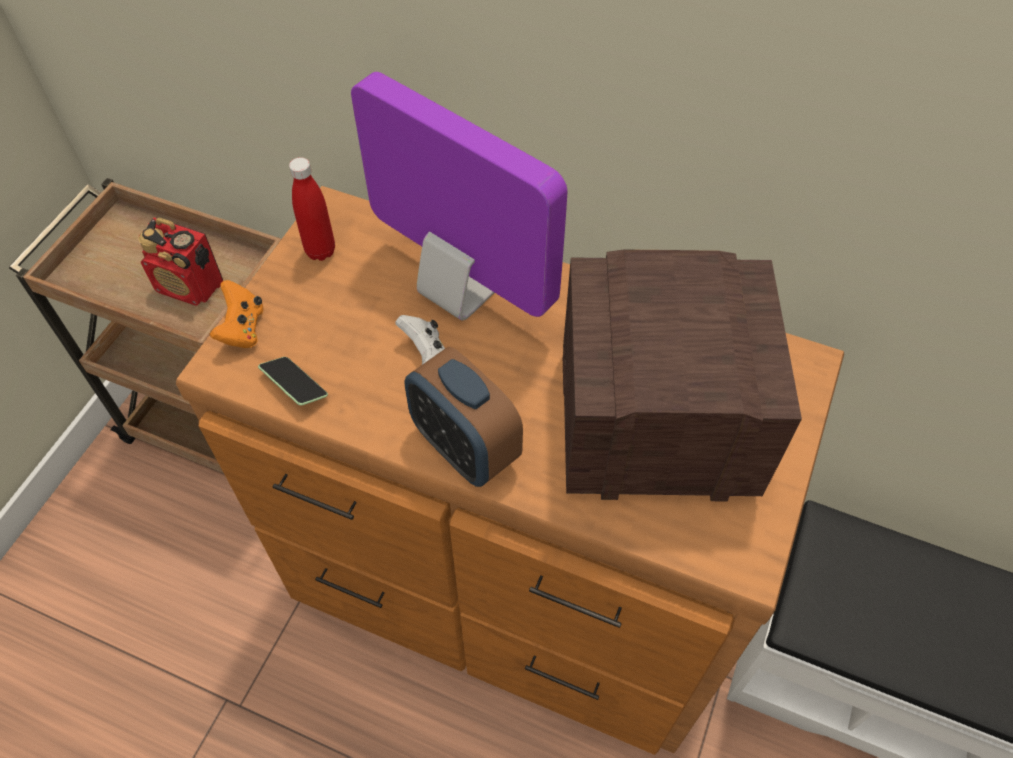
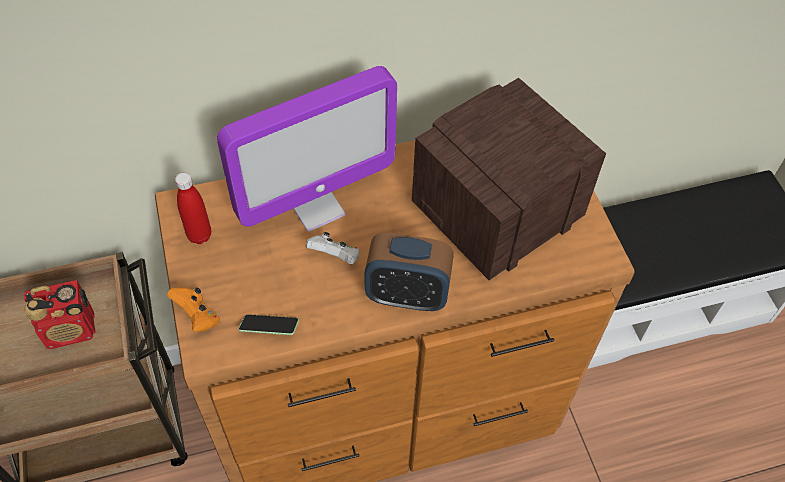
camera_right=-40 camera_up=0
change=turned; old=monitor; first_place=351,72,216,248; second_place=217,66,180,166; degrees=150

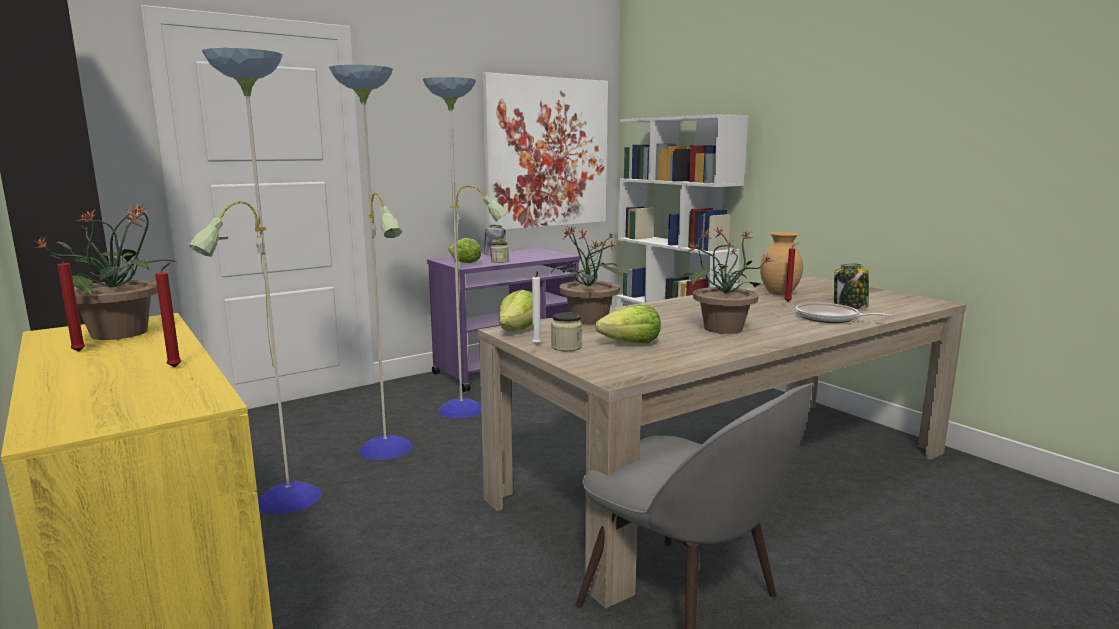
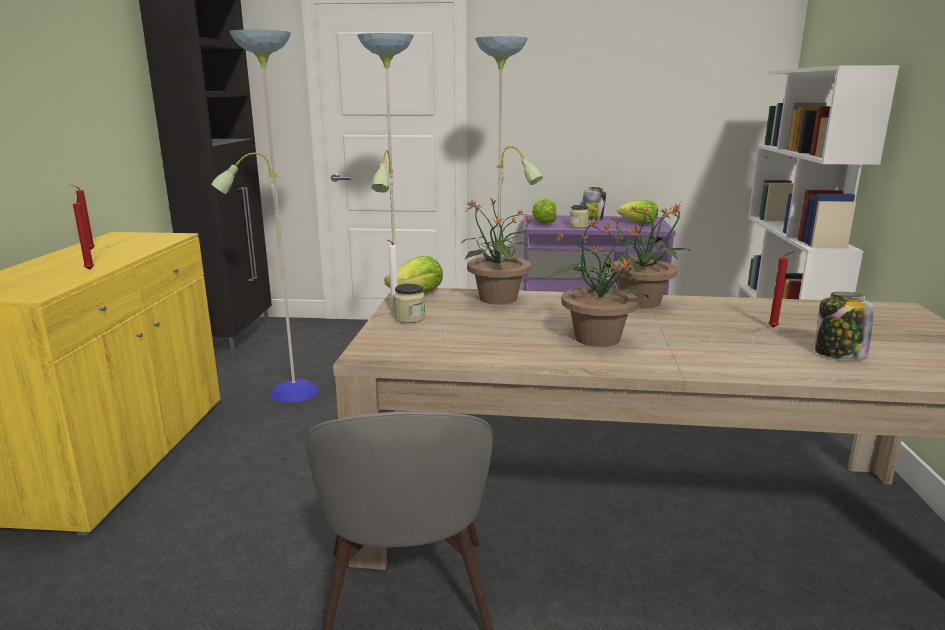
camera_right=40 camera_up=5
change=moved; old=plant in a pot; first_place=32,205,143,135; second_place=602,203,89,105
change=removed; old=wall picture; first_place=482,72,126,158
change=moved; old=head of lettuce; first_place=596,305,65,38; second_place=618,200,40,24
change=removed; old=brownish flower vase; first_place=760,232,43,63
change=removed; old=skillet; first_place=796,303,96,20

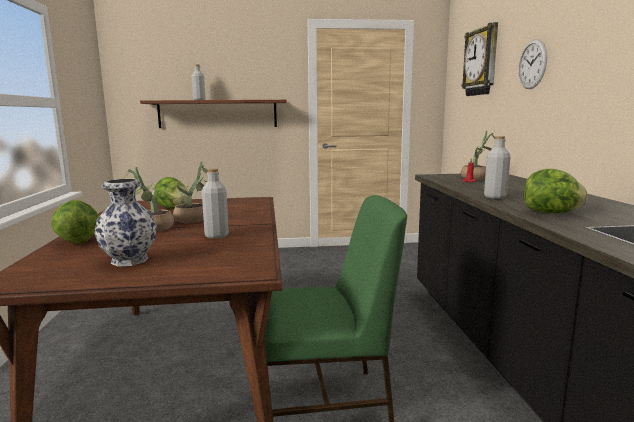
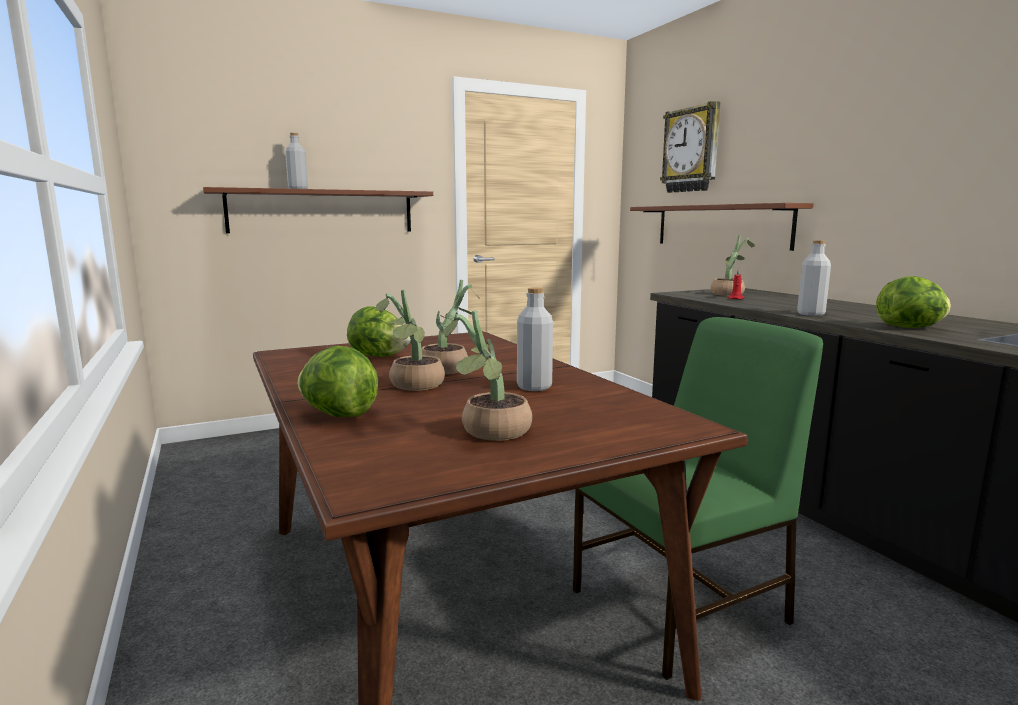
camera_right=-20 camera_up=0
change=replaced; old=flower vase; new=plant in a pot; first_place=94,179,63,88; second_place=443,310,89,131
change=removed; old=wall clock; first_place=518,39,29,50
change=added; new=brownish shelf; second_place=630,203,183,48

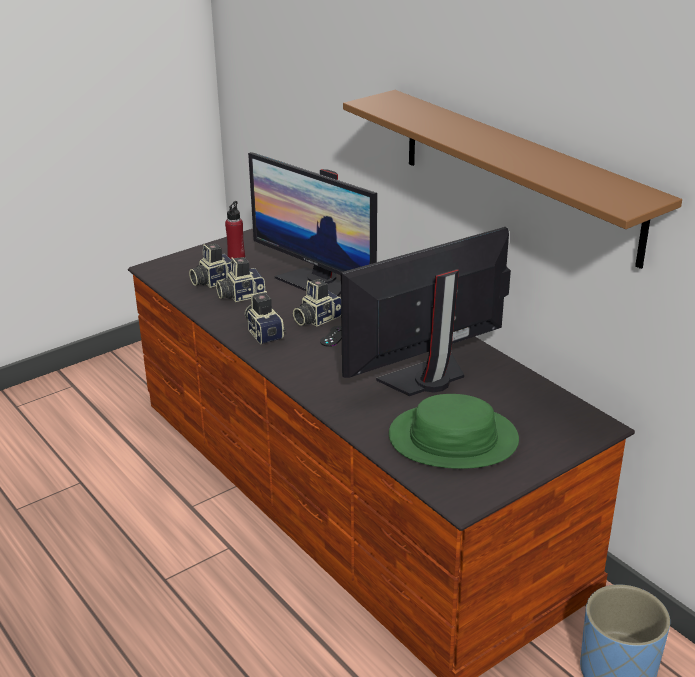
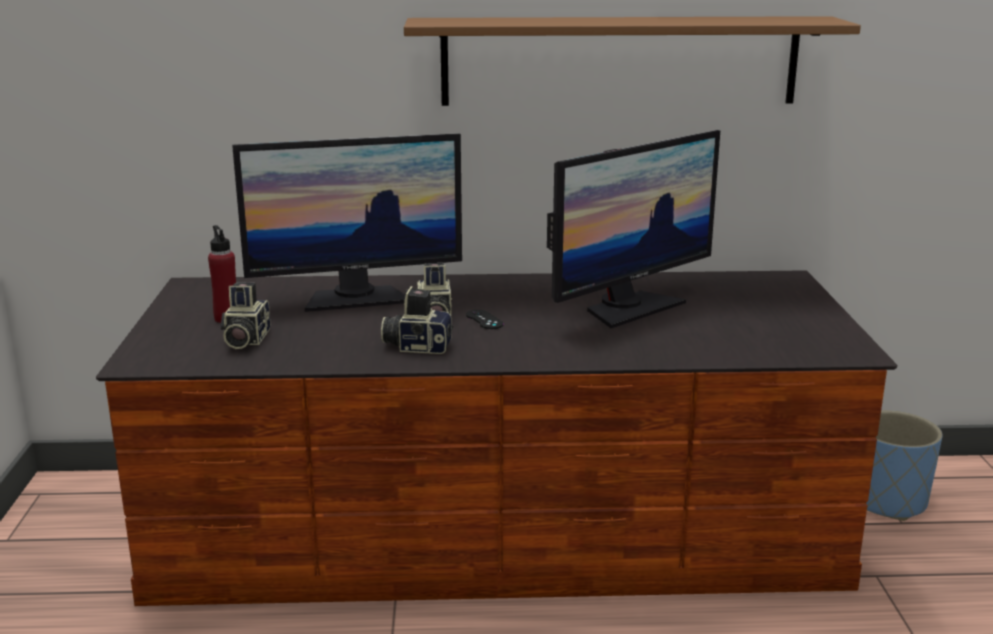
camera_right=-55 camera_up=-10
change=removed; old=still camera; first_place=216,257,49,45
change=turned; old=monitor; first_place=341,227,170,169; second_place=547,130,173,198; degrees=-135
change=removed; old=green clothing hat; first_place=389,394,130,75

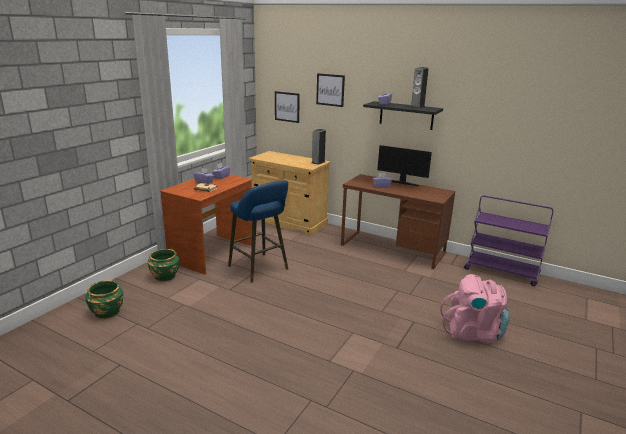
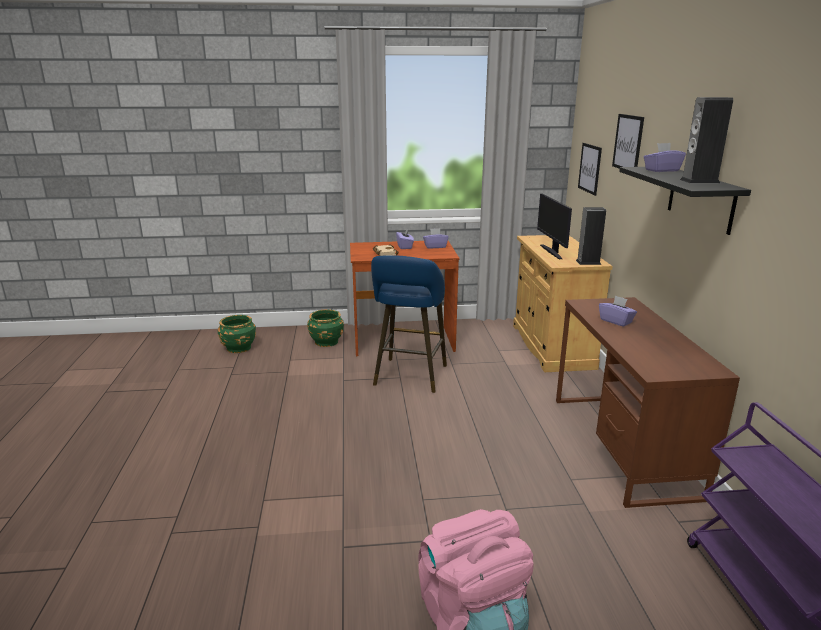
camera_right=55 camera_up=0
change=moved; old=monitor; first_place=377,145,55,41; second_place=537,193,35,66

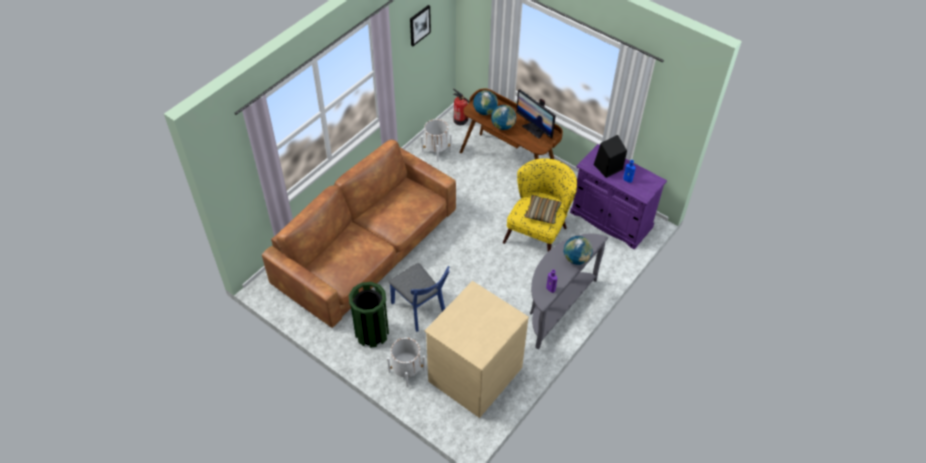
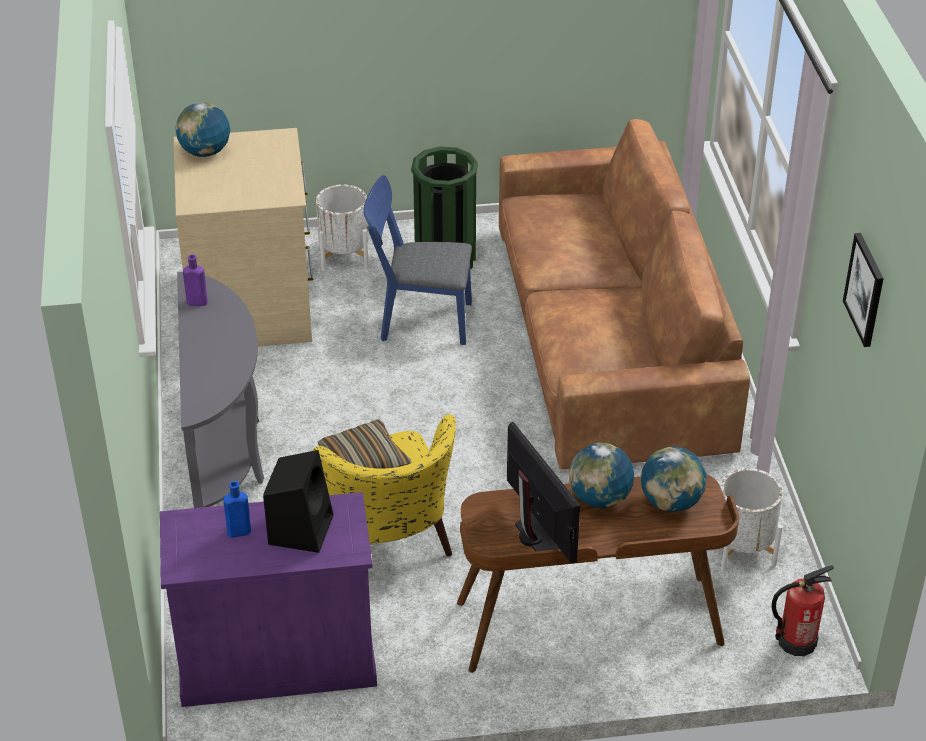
camera_right=135 camera_up=-10
change=turned; old=monitor; first_place=516,89,40,50; second_place=507,422,73,141; degrees=60
change=moved; old=desk globe; first_place=564,236,29,29; second_place=175,103,55,54

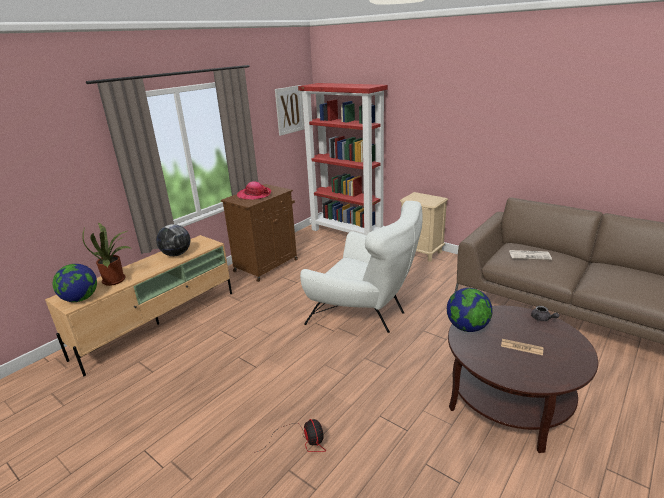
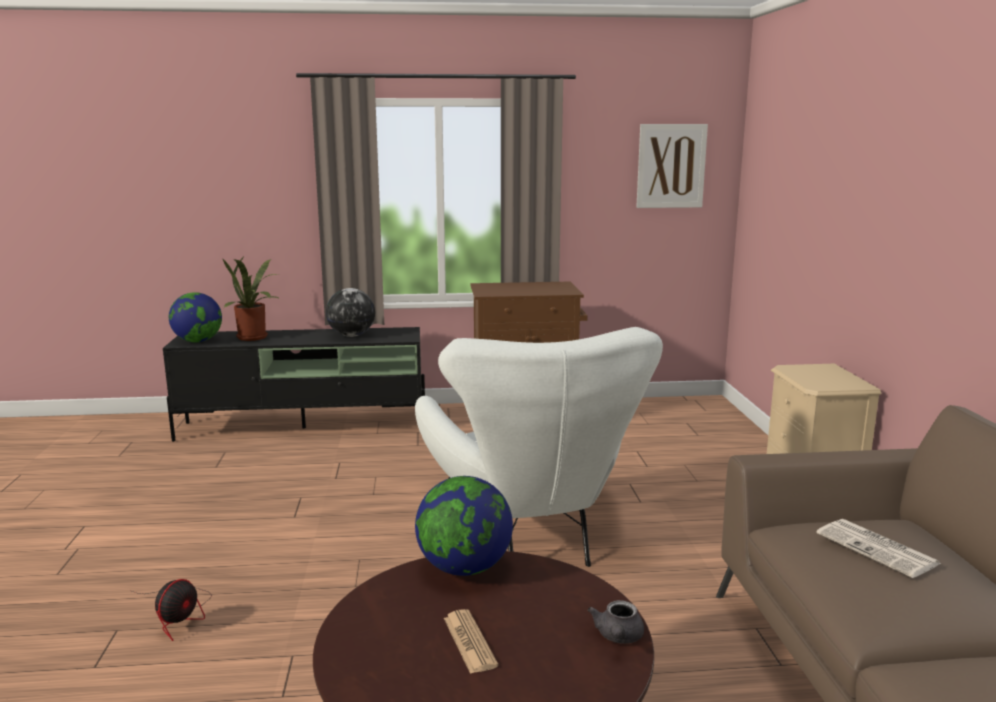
camera_right=45 camera_up=-10
change=recoloured; old=sand-coloured tv unit; new=blackish tv unit; first_place=45,235,187,141; second_place=163,327,262,115
change=removed; old=clothing hat; first_place=237,181,34,19
change=removed; old=red bookcase; first_place=298,83,90,153

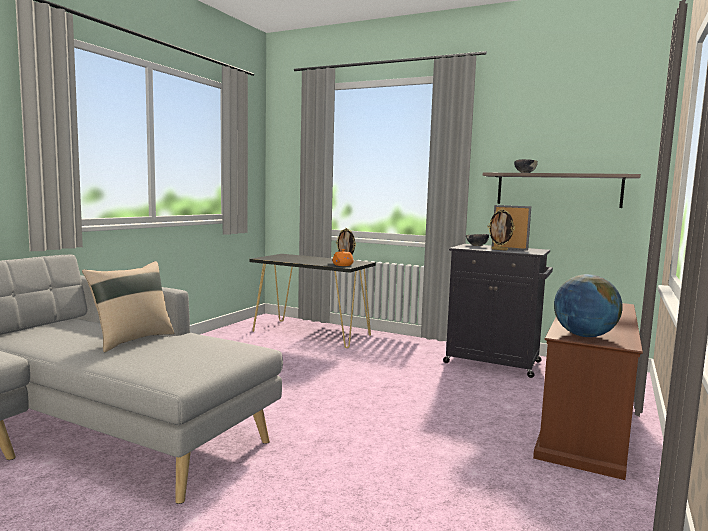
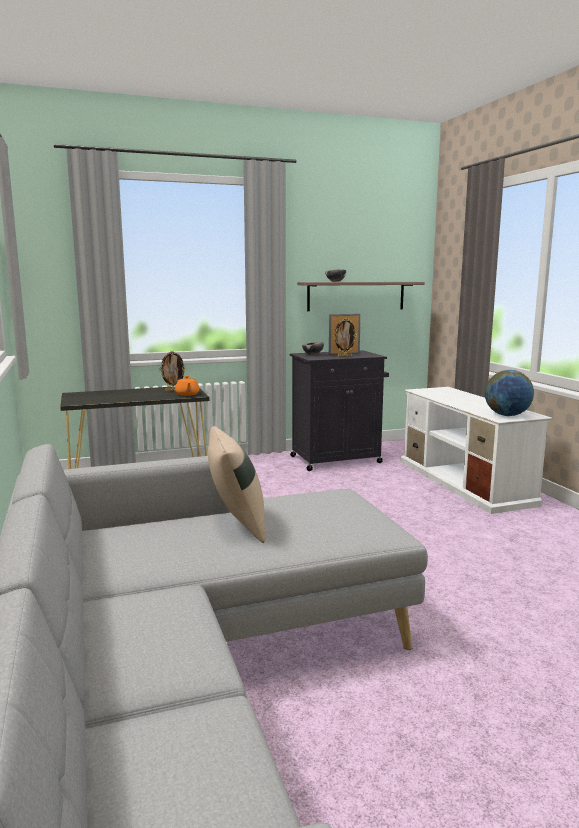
camera_right=-45 camera_up=5
change=recoloured; old=brownish tv unit; new=white-coloured tv unit; first_place=533,303,110,177; second_place=400,387,152,127

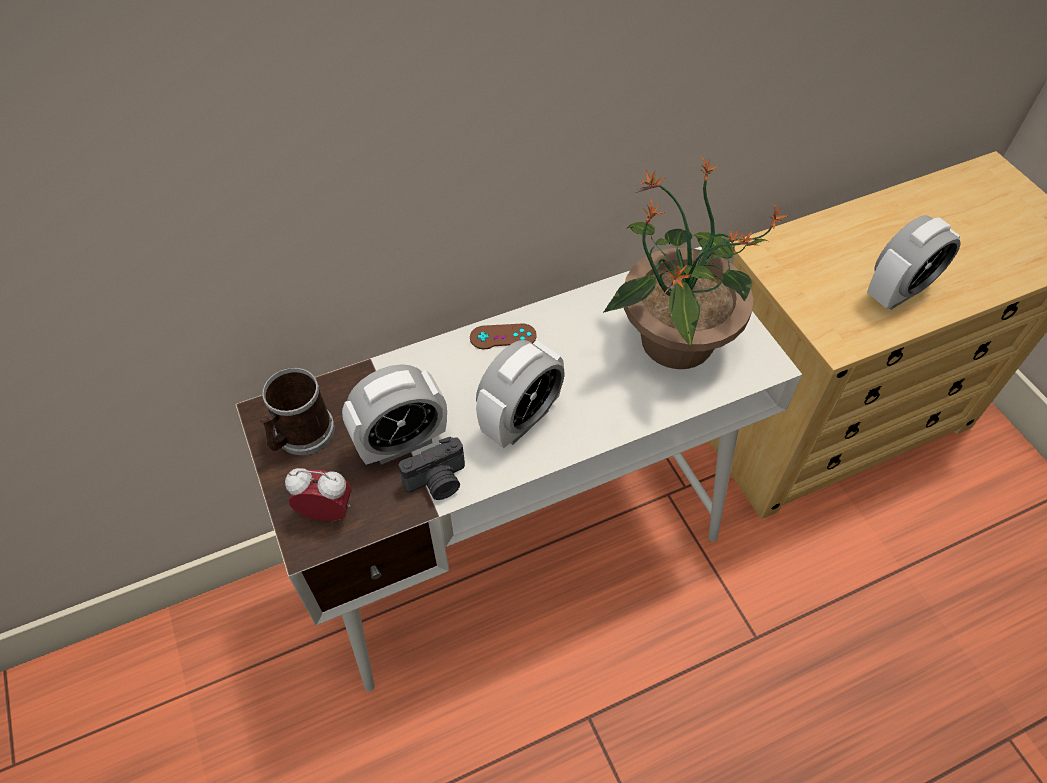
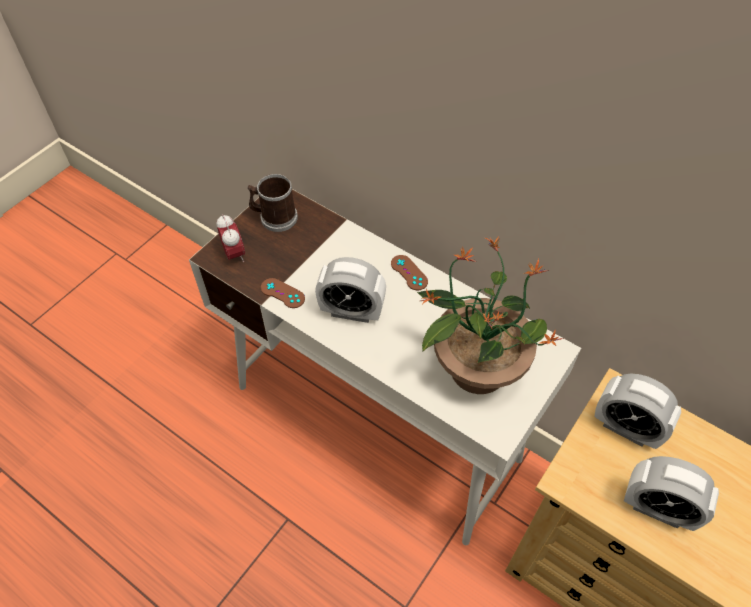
camera_right=60 camera_up=0
change=moved; old=table clock; first_place=342,364,105,101; second_place=594,374,87,75
change=replaced; old=still camera; new=brownish gamepad; first_place=399,437,66,63; second_place=261,278,44,30

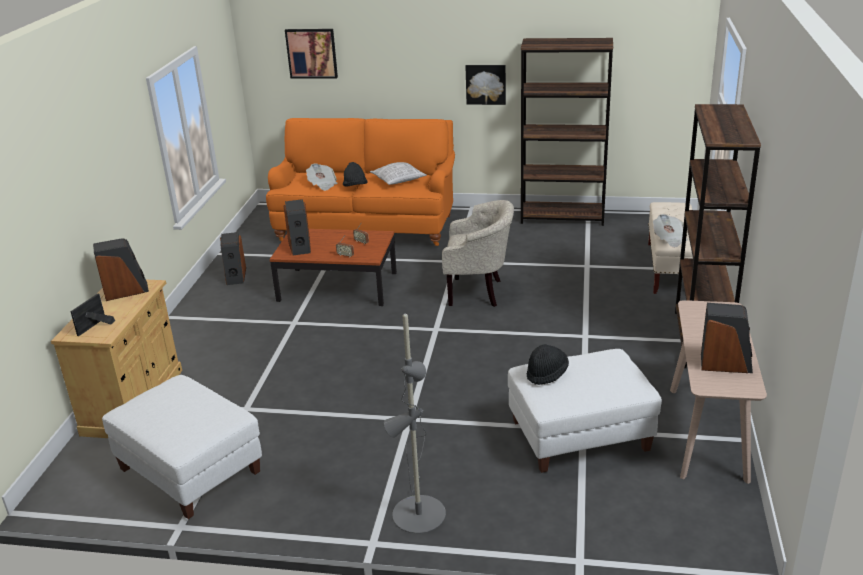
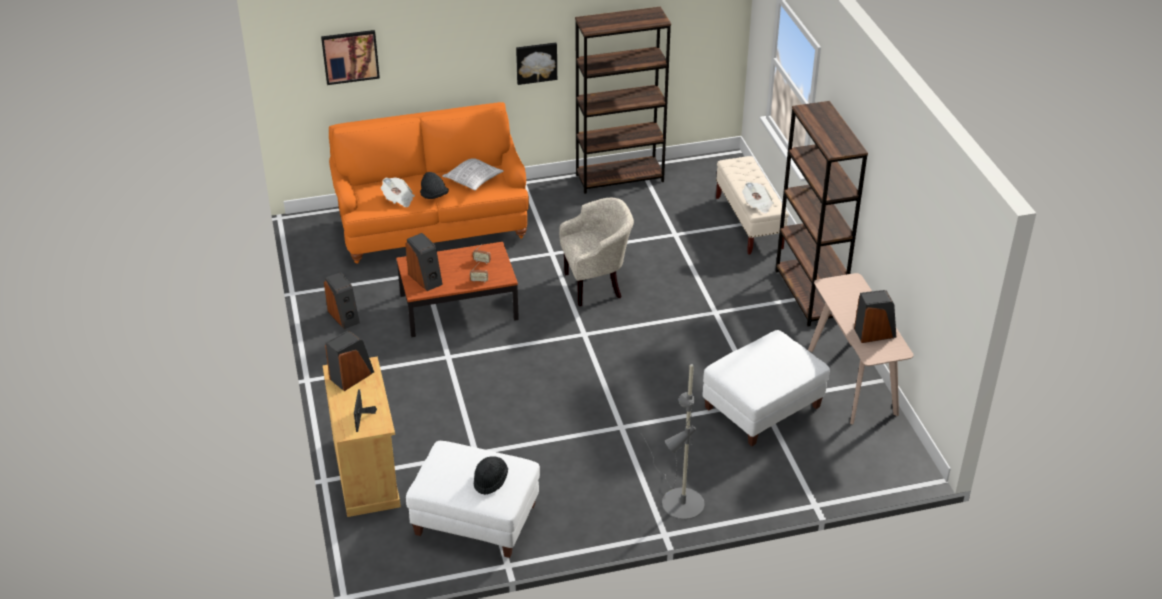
camera_right=-25 camera_up=10
change=moved; old=blackish clothing hat; first_place=527,344,42,41; second_place=474,456,34,39

